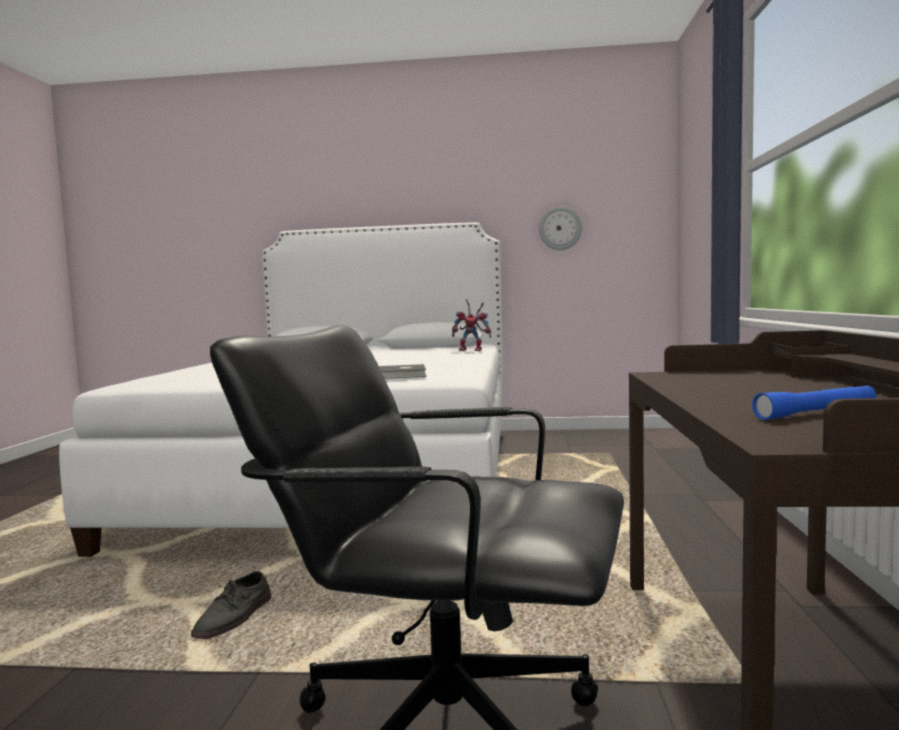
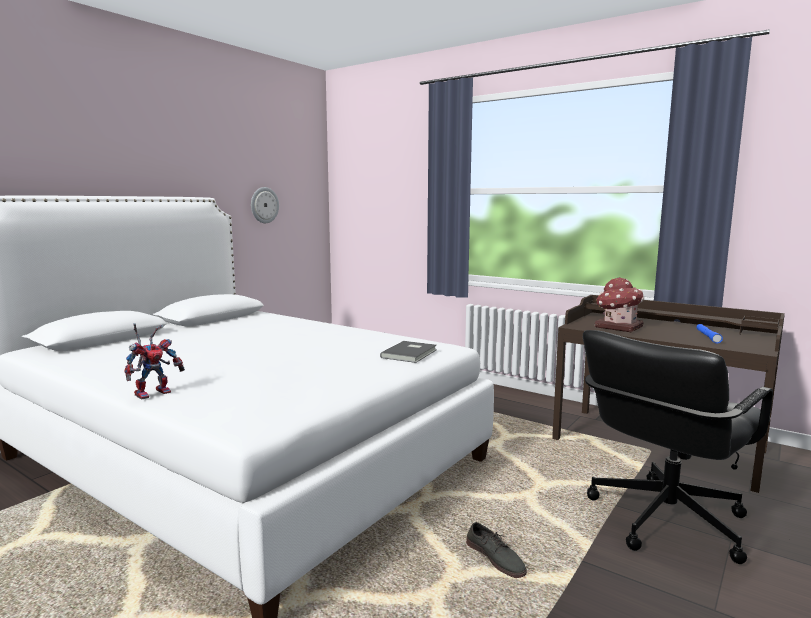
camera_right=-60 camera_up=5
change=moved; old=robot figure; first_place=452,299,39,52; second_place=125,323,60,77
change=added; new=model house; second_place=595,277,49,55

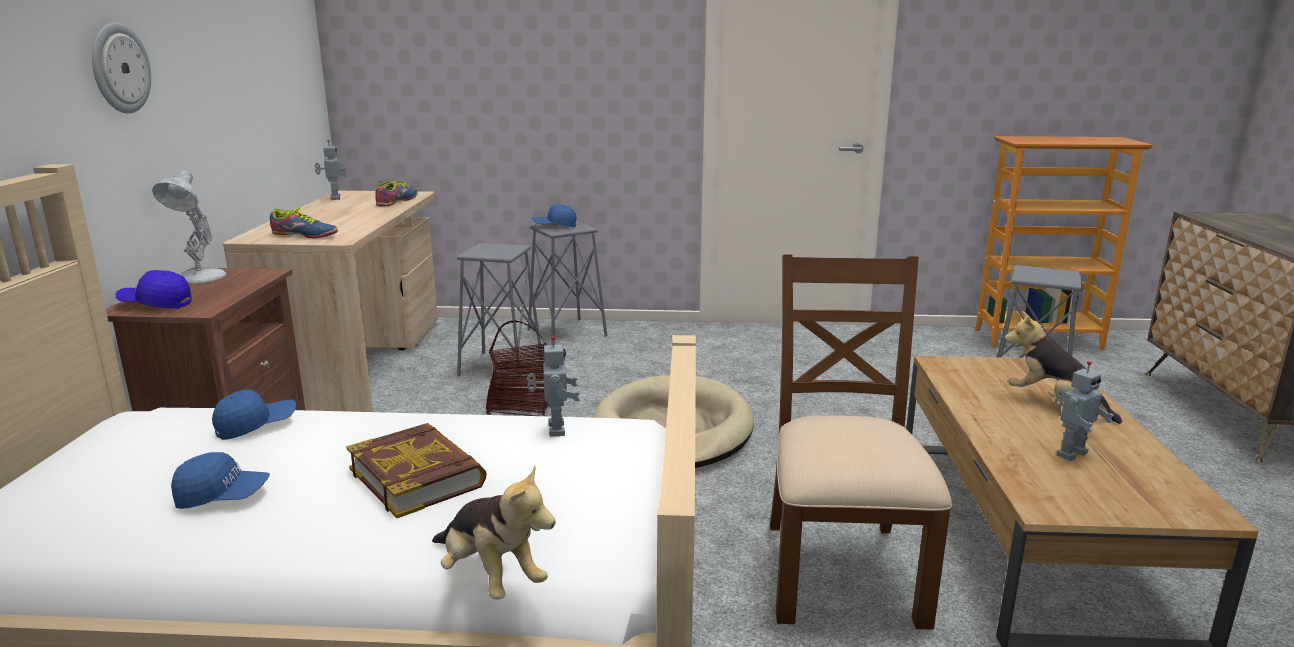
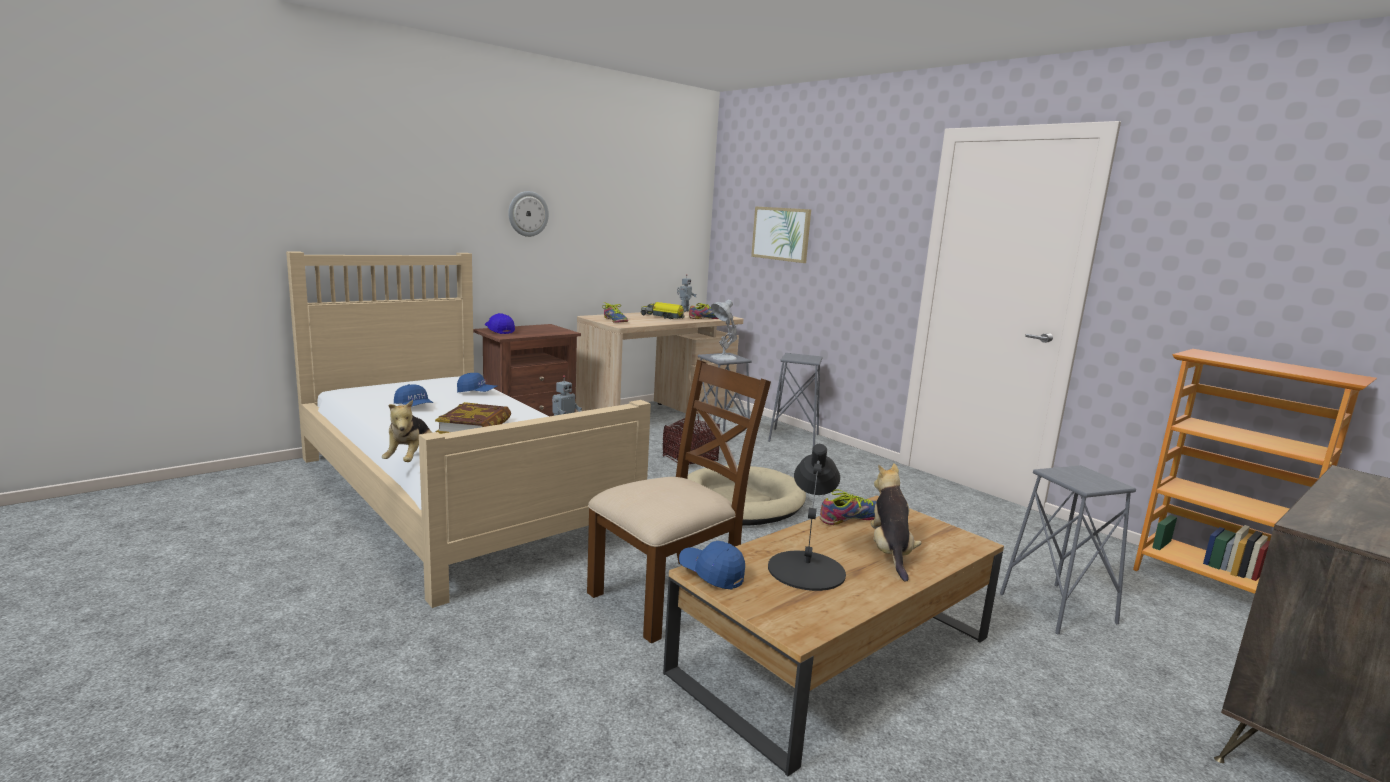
camera_right=45 camera_up=-5
change=moved; old=white-coloured tabletop lamp; first_place=152,170,75,114; second_place=710,300,27,61
change=moved; old=bluish peaked cap; first_place=532,204,44,23; second_place=679,541,66,48
change=replaced; old=robot figure; new=blackish tabletop lamp; first_place=1054,361,60,100; second_place=768,444,78,147
change=added; new=toy truck; second_place=641,302,44,17
change=added; new=wall picture; second_place=751,206,60,57
change=added; new=shoe; second_place=820,489,57,36

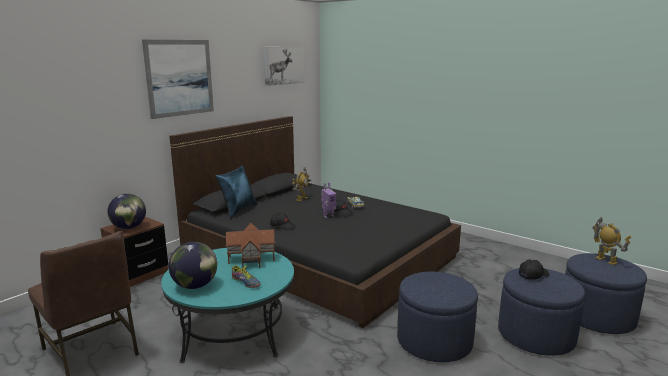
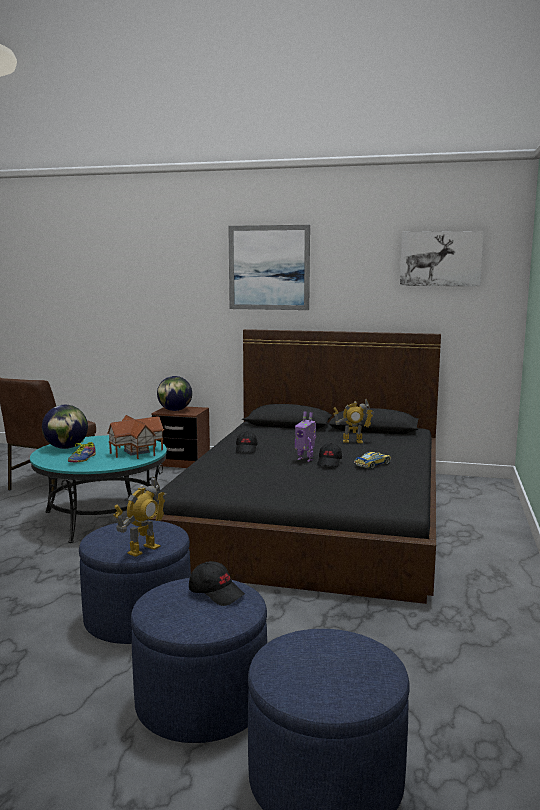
camera_right=65 camera_up=-5
change=removed; old=bluish cushion; first_place=215,165,43,54
change=moved; old=robot figure; first_place=592,217,39,48; second_place=114,477,53,80

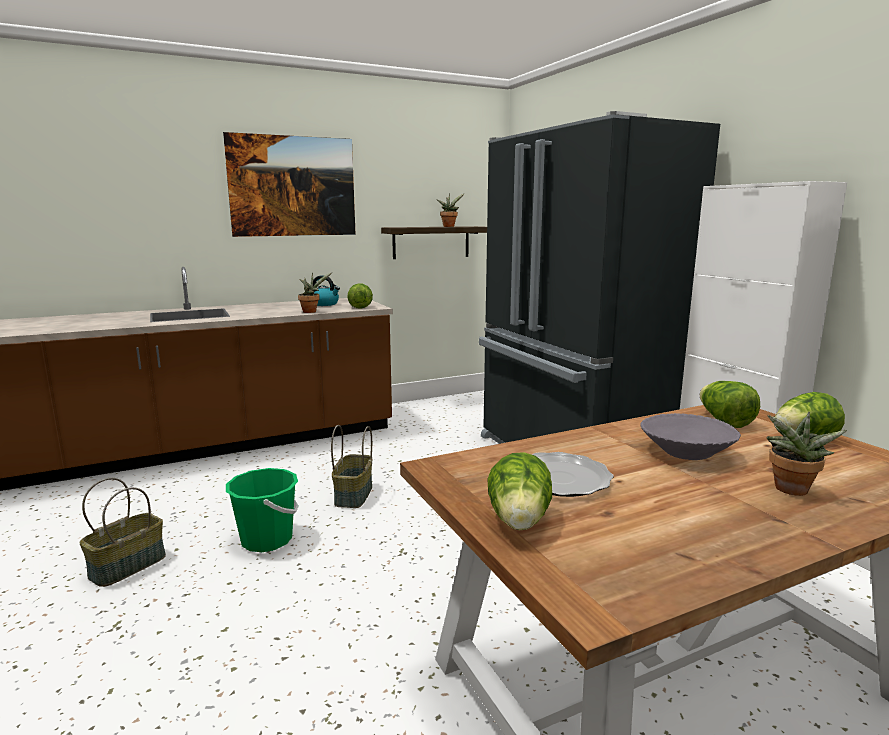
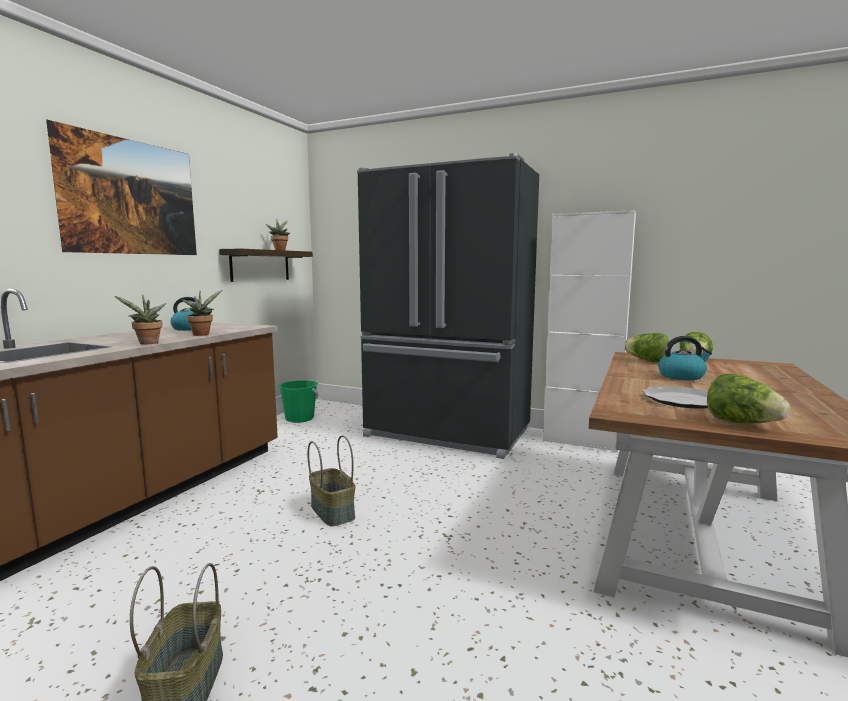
camera_right=-40 camera_up=-5
change=moved; old=green bucket; first_place=226,468,73,84; second_place=278,380,41,43
change=removed; old=head of lettuce; first_place=347,283,26,26
change=replaced; old=grey serving bowl; new=kettle; first_place=640,413,101,47; second_place=658,336,54,44
change=moved; old=plant in a pot; first_place=767,412,80,84; second_place=115,295,52,50

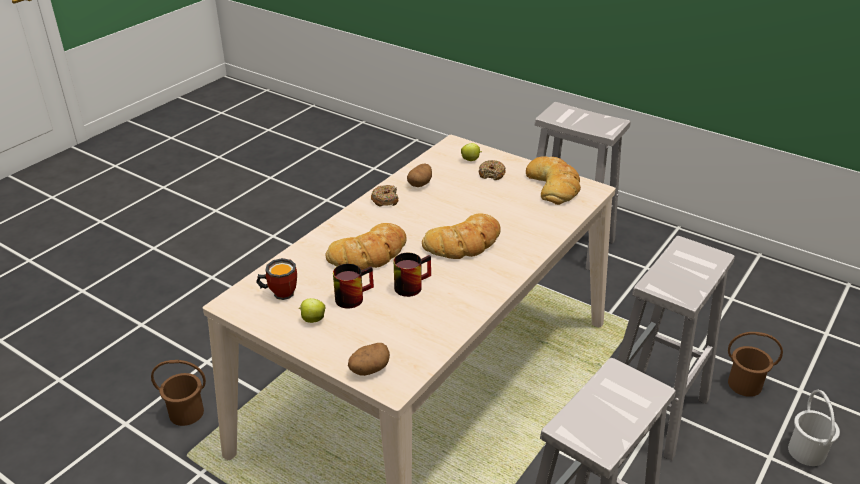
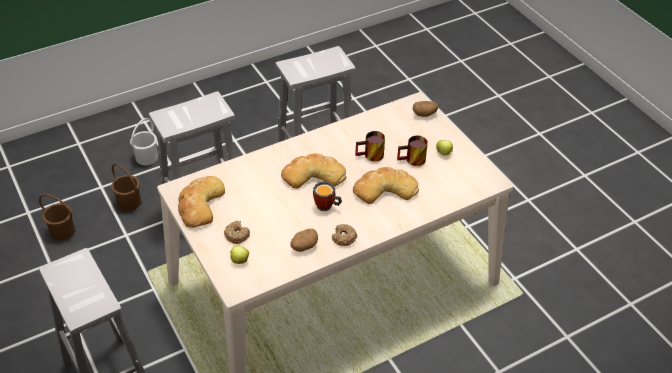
camera_right=-155 camera_up=10
change=moved; old=brownish bucket; first_place=151,360,55,66; second_place=39,194,36,47
change=moved; old=tea mug; first_place=256,258,41,42; second_place=313,181,29,30

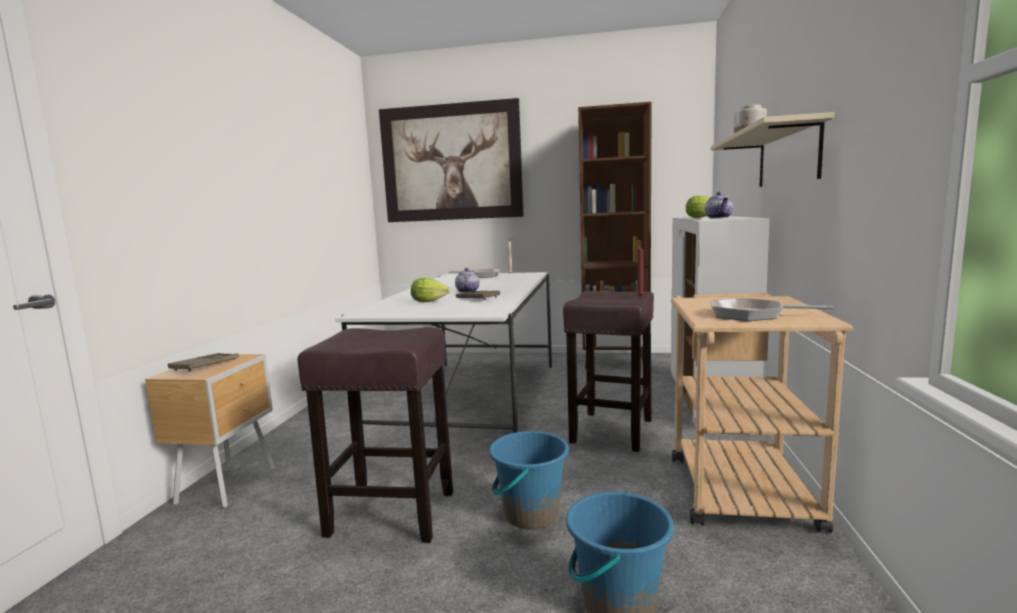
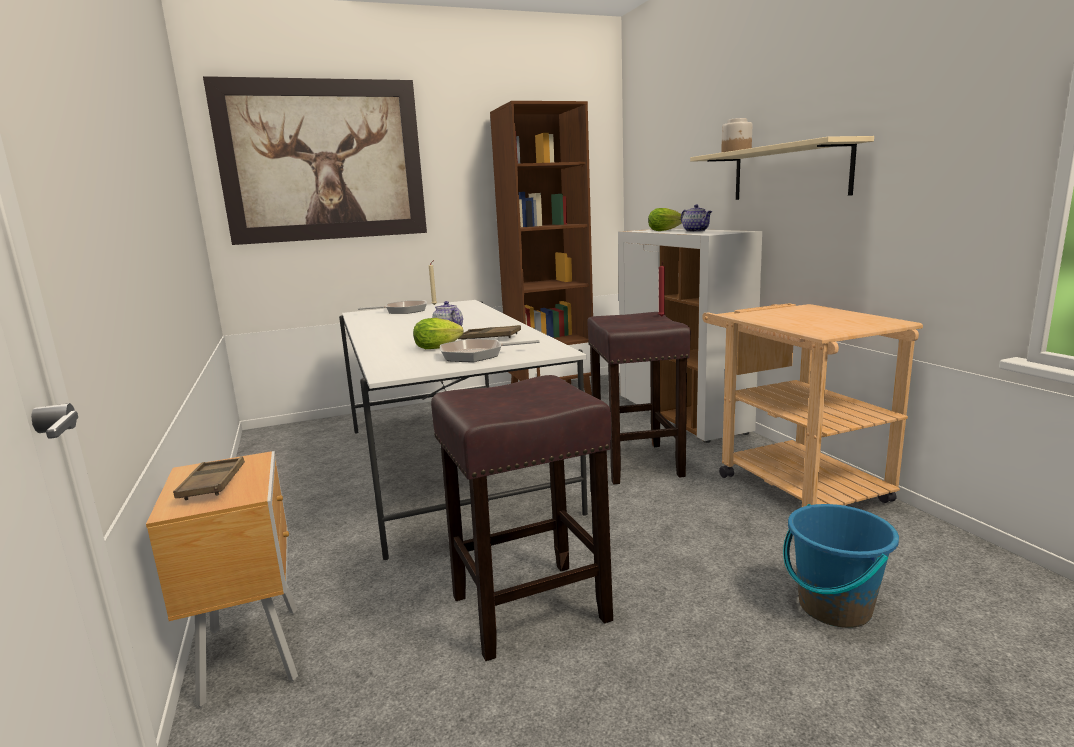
camera_right=-30 camera_up=5
change=removed; old=bluish bucket; first_place=489,431,80,99
change=moved; old=skillet; first_place=710,298,123,23; second_place=440,339,100,23

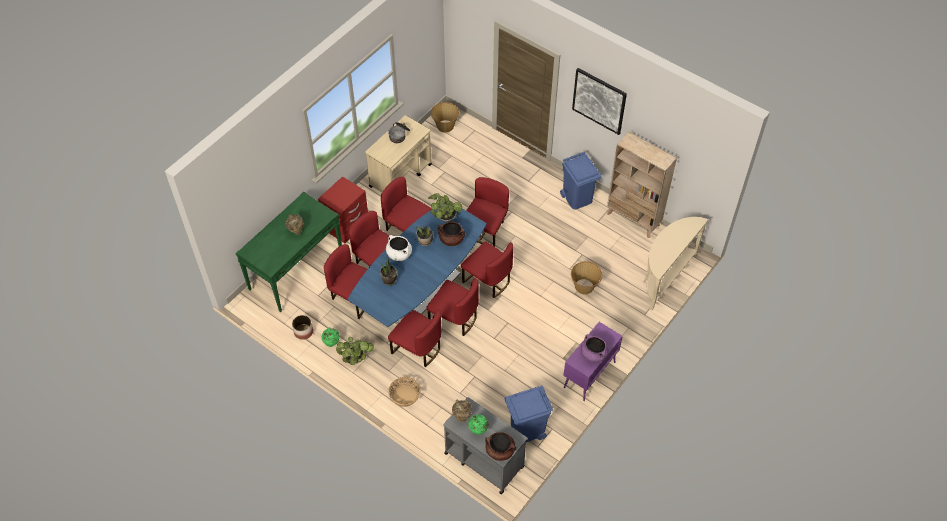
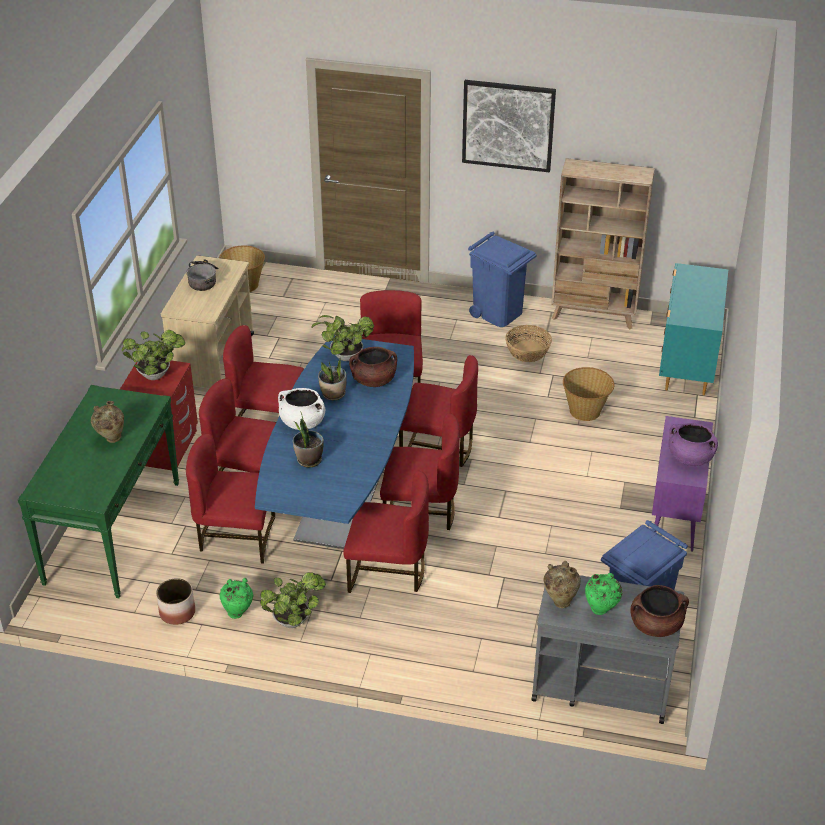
camera_right=-25 camera_up=-15
change=moved; old=basket; first_place=388,377,32,30; second_place=505,325,47,37
change=replaced; old=sand-coloured console table; new=turquoise drawer chest; first_place=643,217,65,93; second_place=659,263,69,133
change=added; new=plant in a pot; second_place=122,330,63,50

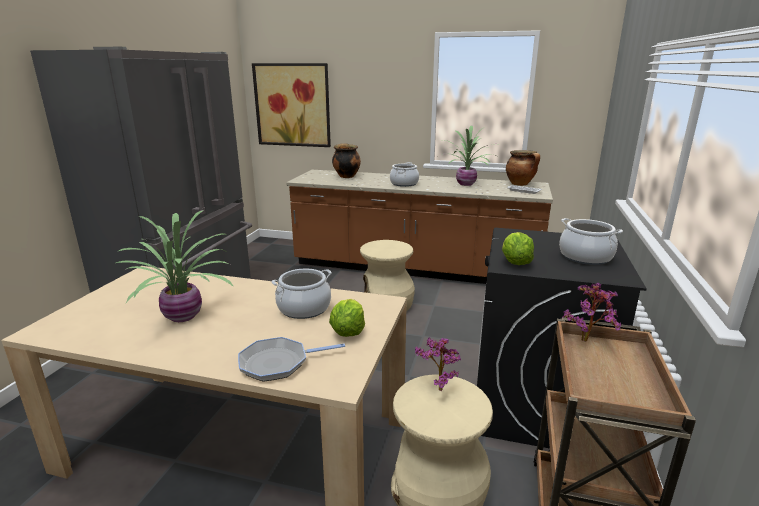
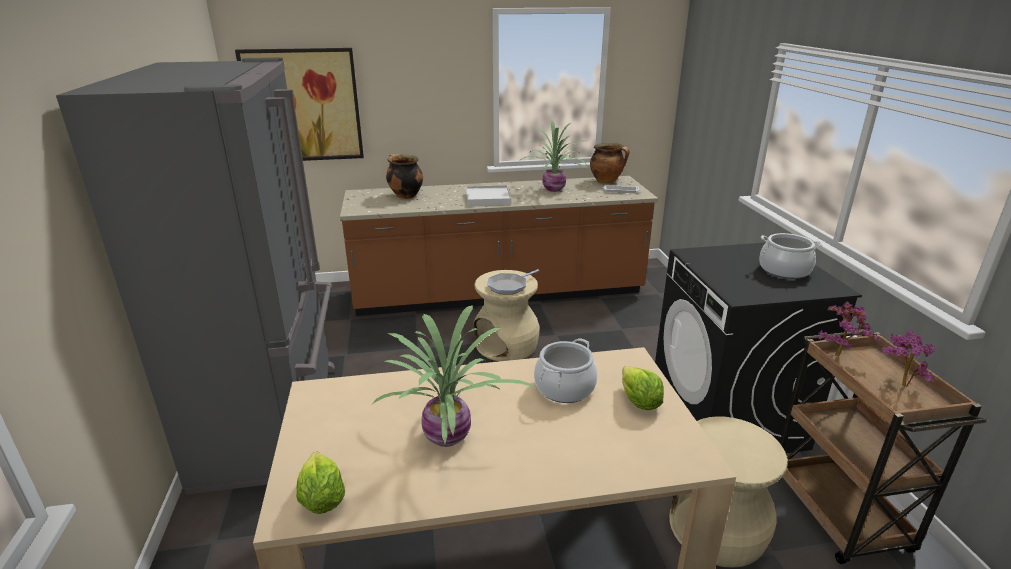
camera_right=-25 camera_up=5
change=moved; old=skillet; first_place=238,337,107,45; second_place=487,269,52,26
change=replaced; old=cooking pot; new=white-coloured tray; first_place=390,162,29,25; second_place=466,185,45,21
change=moved; old=plant in a pot; first_place=415,337,46,54; second_place=882,330,53,57
change=moved; old=head of lettuce; first_place=502,232,32,33; second_place=296,452,49,62

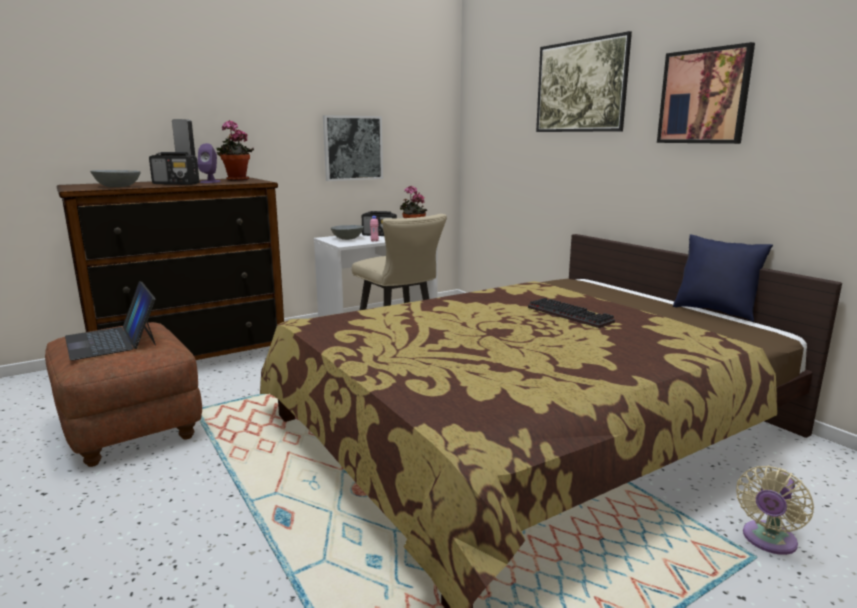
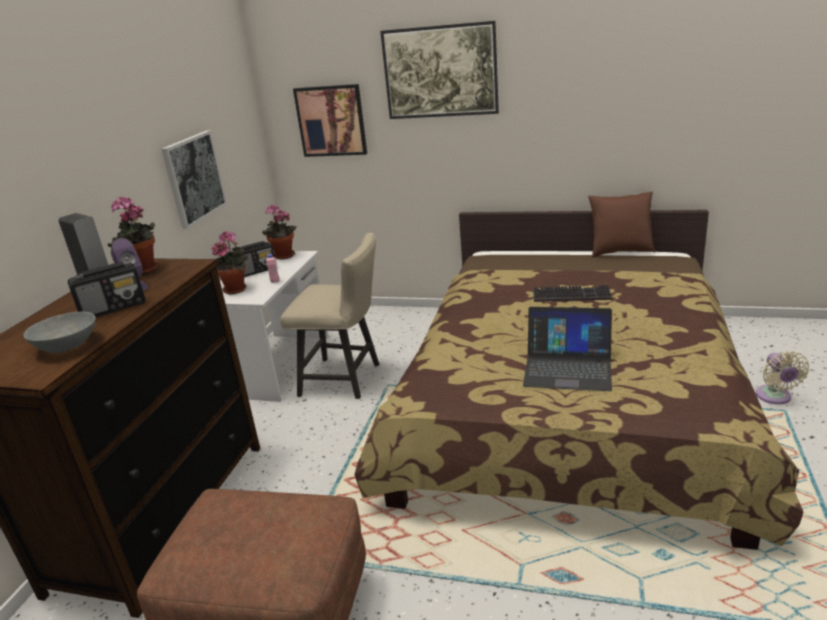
camera_right=-40 camera_up=10
change=moved; old=laptop; first_place=65,281,91,80; second_place=523,307,89,84
change=replaced; old=grey serving bowl; new=plant in a pot; first_place=331,225,33,15; second_place=212,231,36,63
change=moved; old=wall picture; first_place=657,42,98,102; second_place=293,84,74,73
change=recoloured; old=bluish cushion; new=brownish cushion; first_place=673,234,100,88; second_place=588,192,67,65

